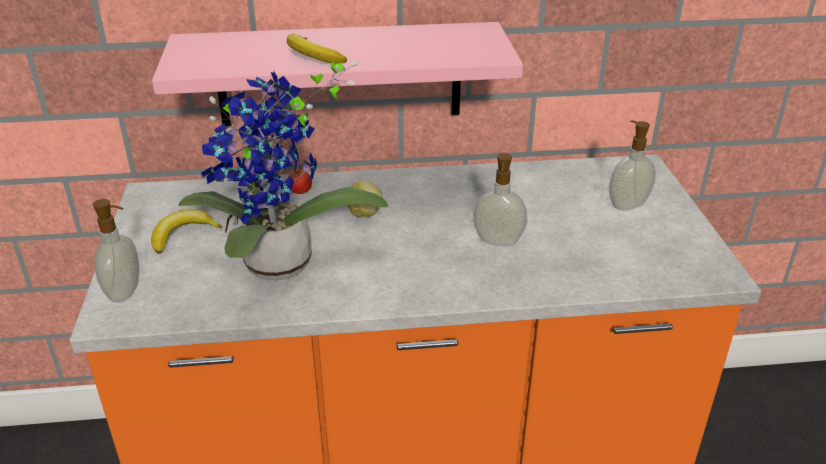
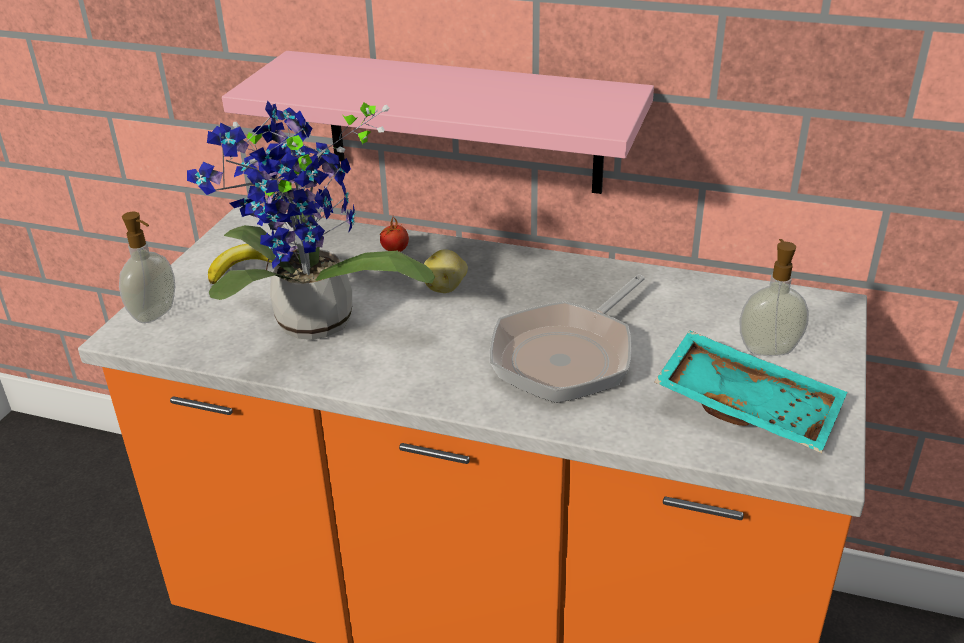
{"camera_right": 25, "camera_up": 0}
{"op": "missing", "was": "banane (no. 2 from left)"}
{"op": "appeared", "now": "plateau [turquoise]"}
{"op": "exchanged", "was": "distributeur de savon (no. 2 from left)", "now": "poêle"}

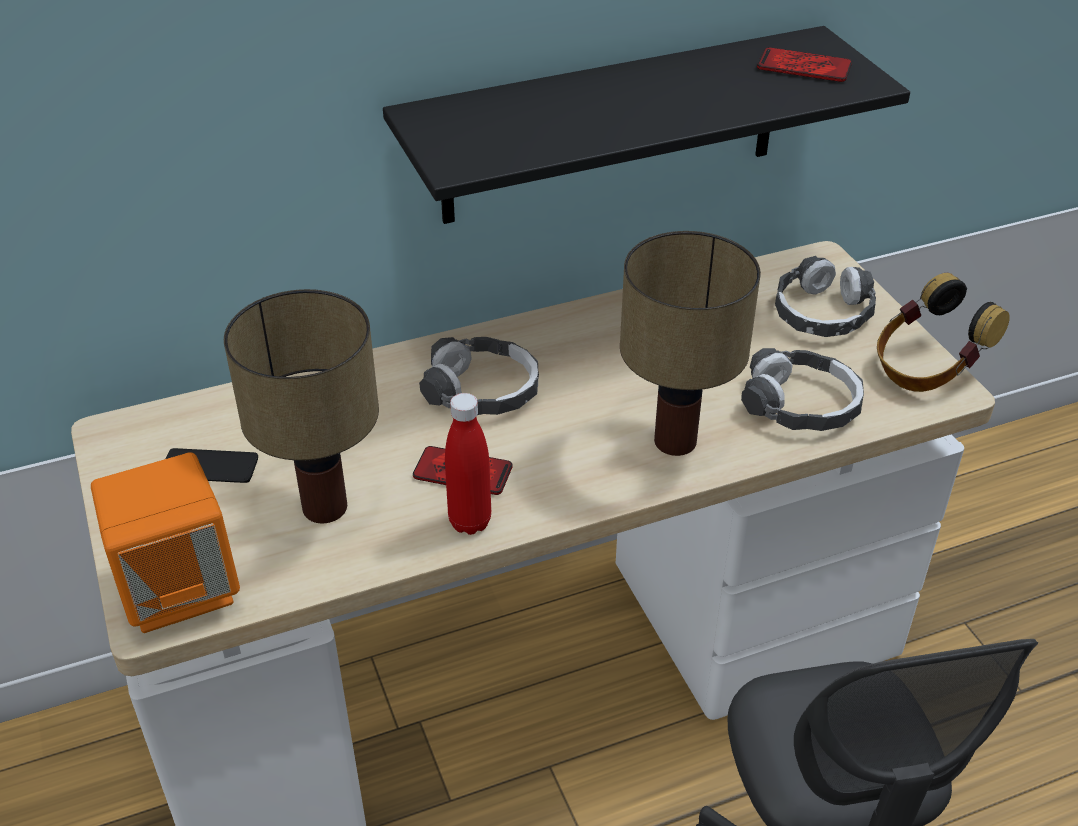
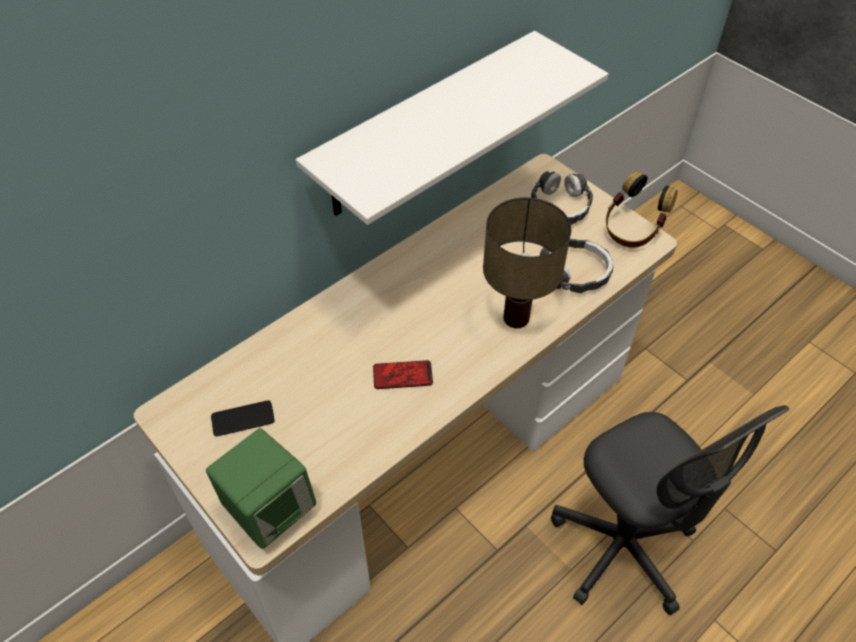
{"camera_right": -20, "camera_up": 10}
{"op": "missing", "was": "lampe de table (no. 1 from left)"}
{"op": "missing", "was": "casque audio (no. 1 from left)"}
{"op": "missing", "was": "bouteille [rouge]"}
{"op": "missing", "was": "téléphone (no. 3 from left)"}
{"op": "colour", "was": "enceinte [orange]", "now": "enceinte [vert]"}
{"op": "colour", "was": "étagère [noir]", "now": "étagère [blanc]"}

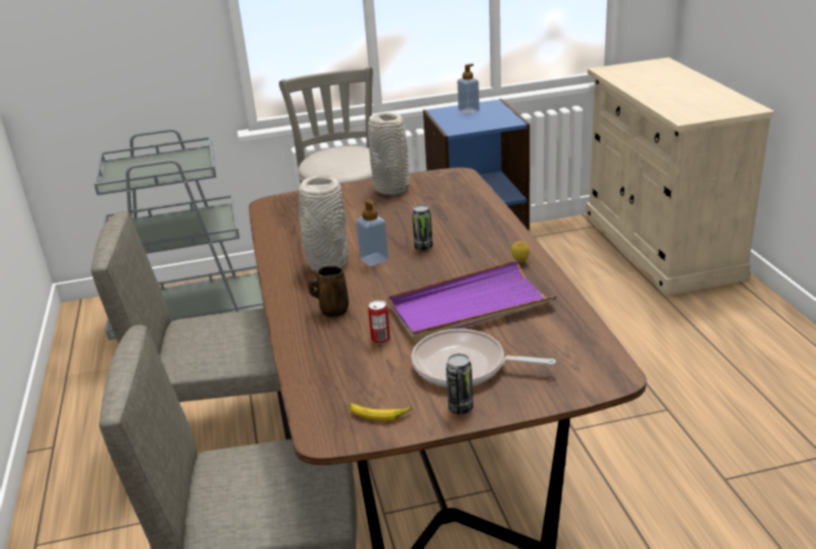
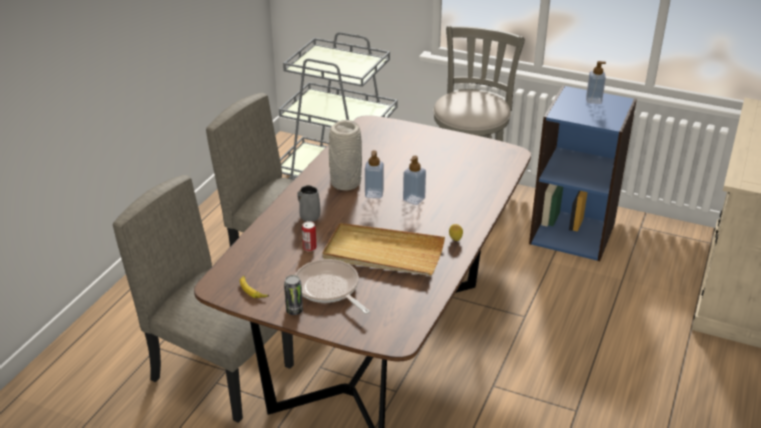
{"camera_right": 35, "camera_up": 5}
{"op": "missing", "was": "vase [gris] (no. 2 from left)"}
{"op": "exchanged", "was": "boîte métallique (no. 2 from left)", "now": "distributeur de savon (no. 2 from left)"}
{"op": "colour", "was": "mug [marron]", "now": "mug [gris]"}
{"op": "colour", "was": "plateau [violet]", "now": "plateau [beige]"}

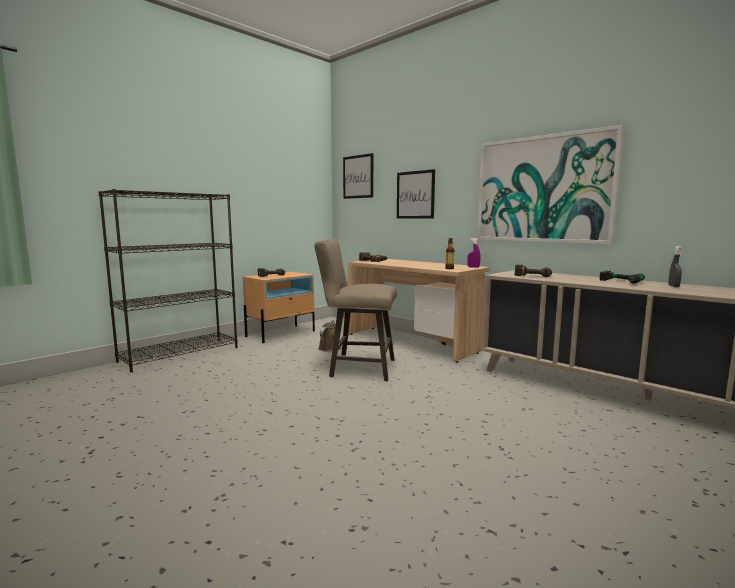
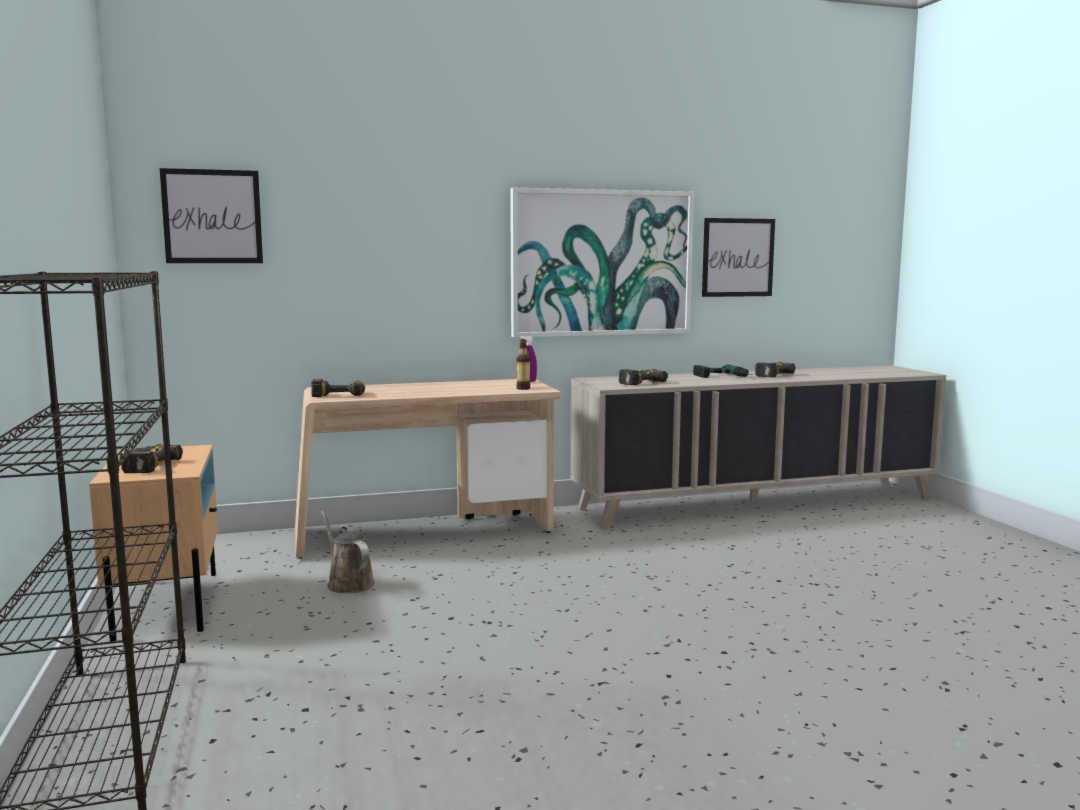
{"camera_right": -60, "camera_up": 0}
{"op": "missing", "was": "tabouret [beige]"}
{"op": "relocated", "was": "tableau (no. 2 from left in the first image)", "now": "tableau (no. 3 from left)"}
{"op": "exchanged", "was": "vaporisateur [gris]", "now": "perceuse (no. 5 from left)"}

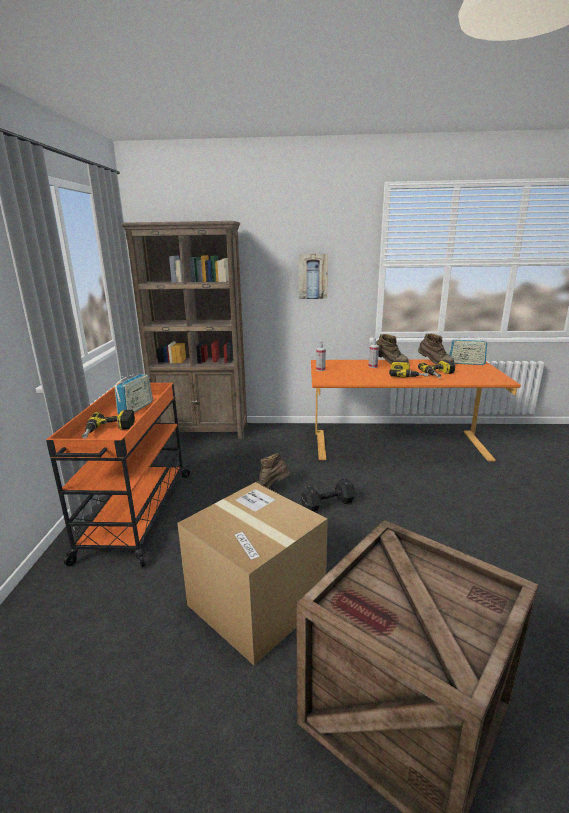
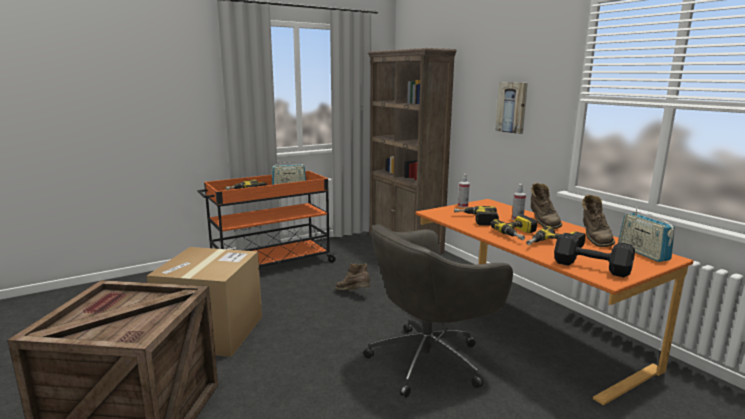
{"camera_right": 55, "camera_up": -5}
{"op": "appeared", "now": "chaise de bureau [gris]"}
{"op": "appeared", "now": "perceuse (no. 2 from left)"}
{"op": "relocated", "was": "haltère [noir]"}

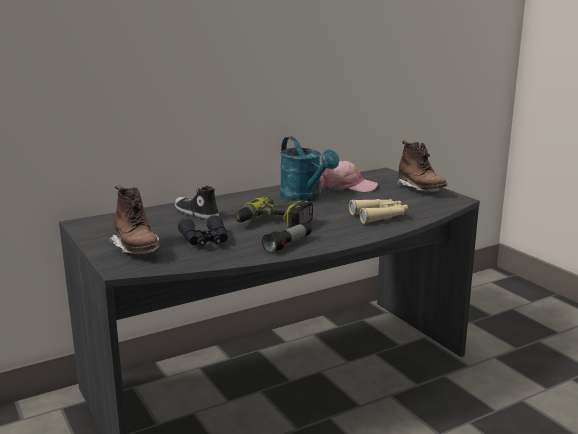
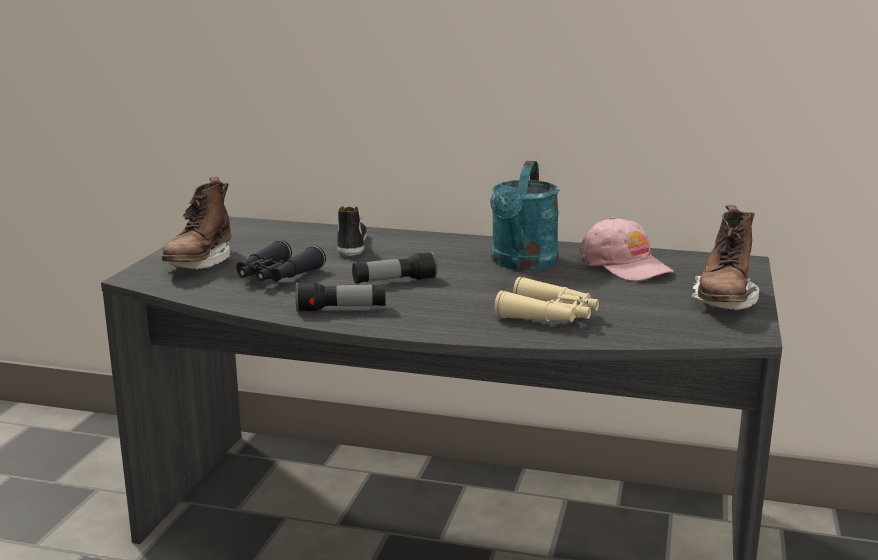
{"camera_right": 45, "camera_up": 0}
{"op": "exchanged", "was": "perceuse", "now": "lampe de poche (no. 2 from left)"}

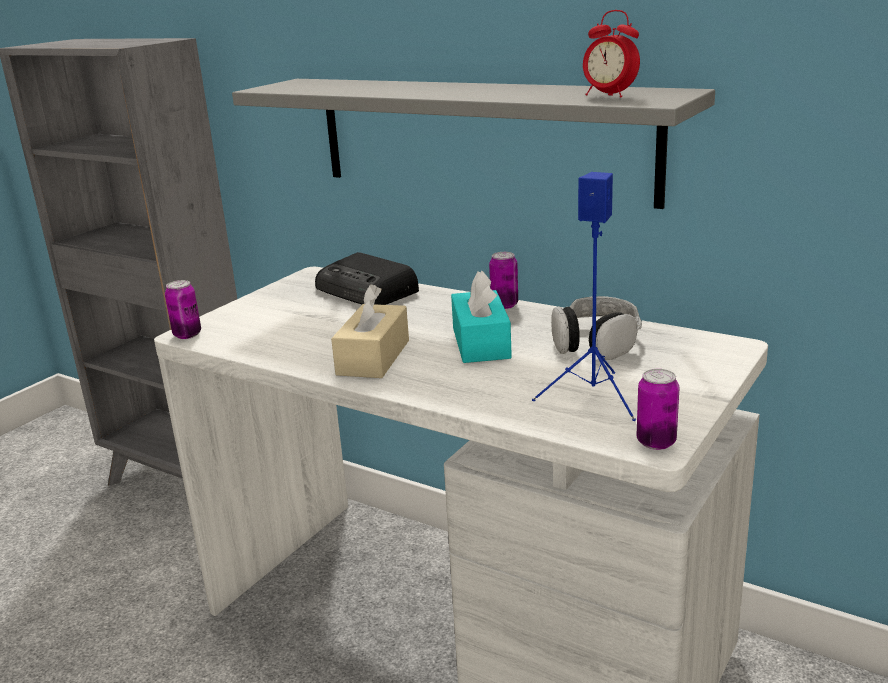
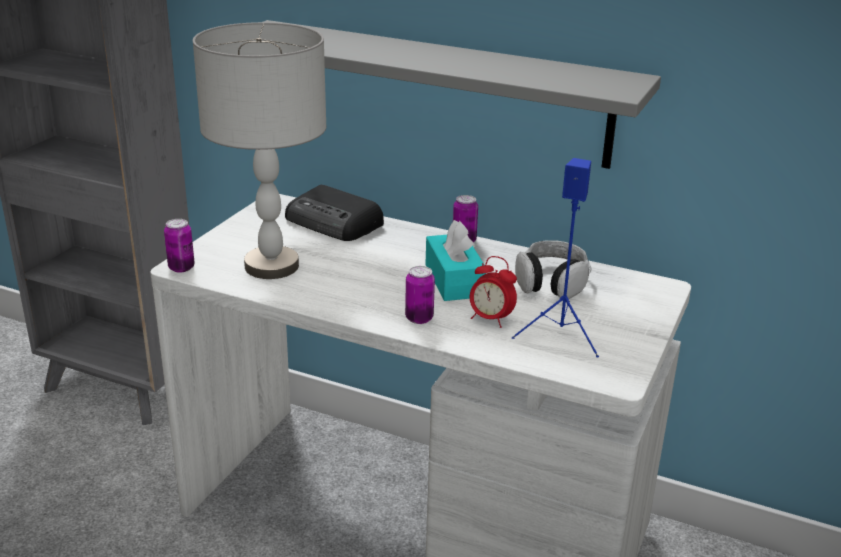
{"camera_right": -10, "camera_up": 5}
{"op": "missing", "was": "boîte à mouchoirs [beige]"}
{"op": "appeared", "now": "lampe de table [gris]"}
{"op": "relocated", "was": "réveil"}
{"op": "relocated", "was": "boîte métallique (no. 3 from left in the first image)", "now": "boîte métallique (no. 2 from left)"}

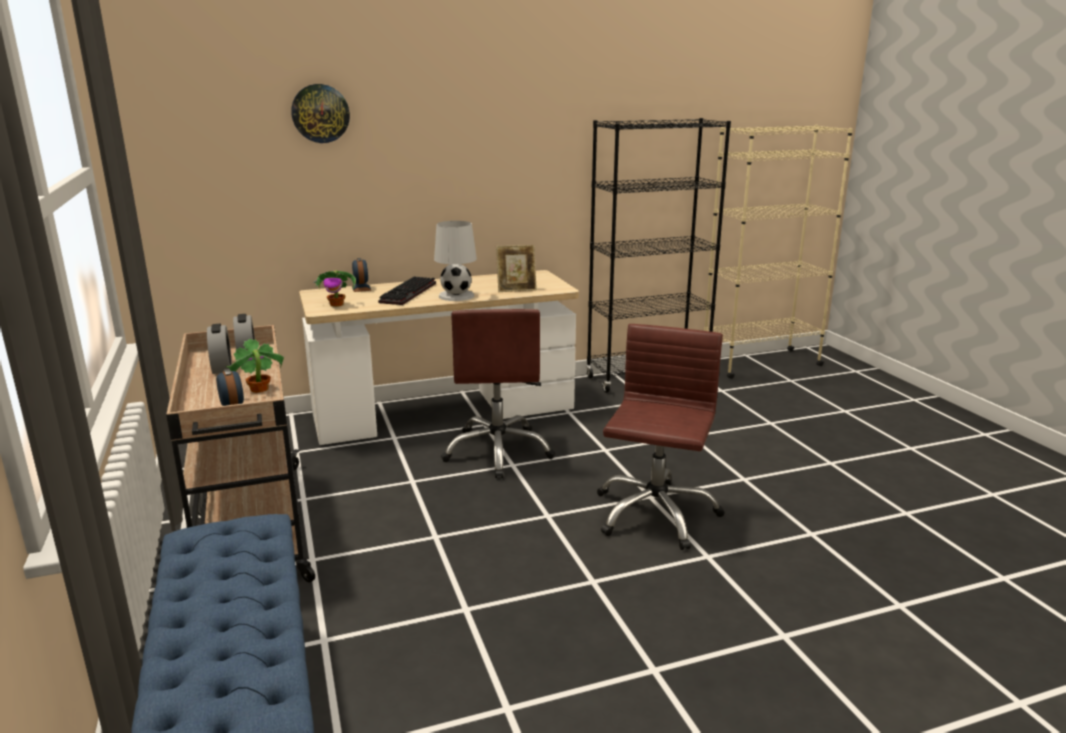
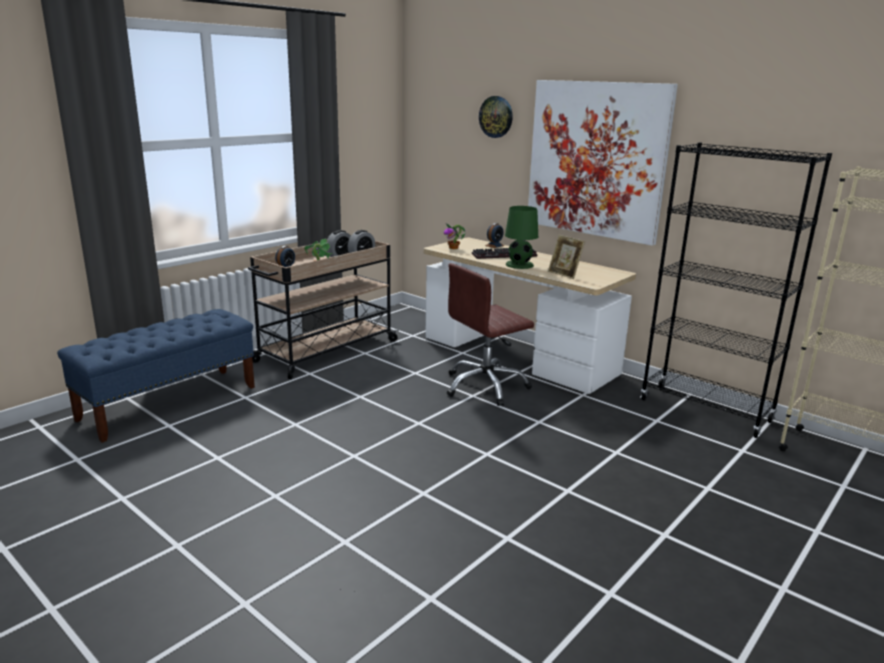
{"camera_right": 60, "camera_up": 0}
{"op": "missing", "was": "chaise de bureau [marron] (no. 2 from left)"}
{"op": "appeared", "now": "tableau"}
{"op": "colour", "was": "lampe de table [blanc]", "now": "lampe de table [vert]"}

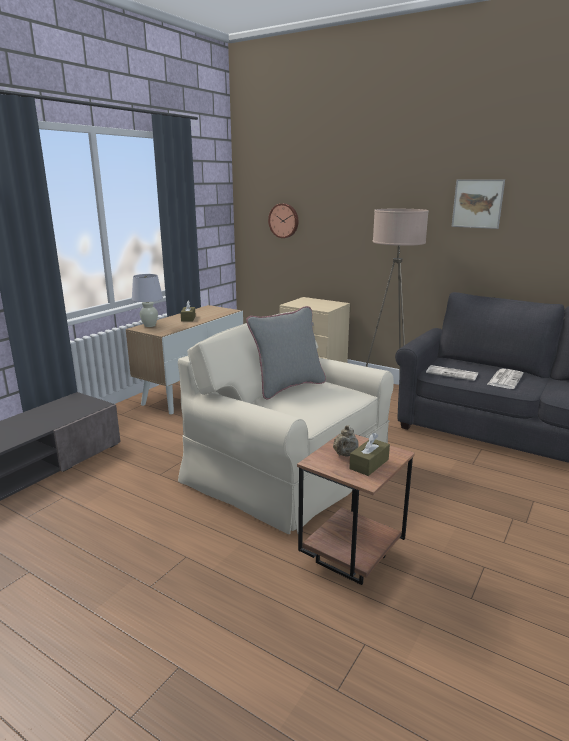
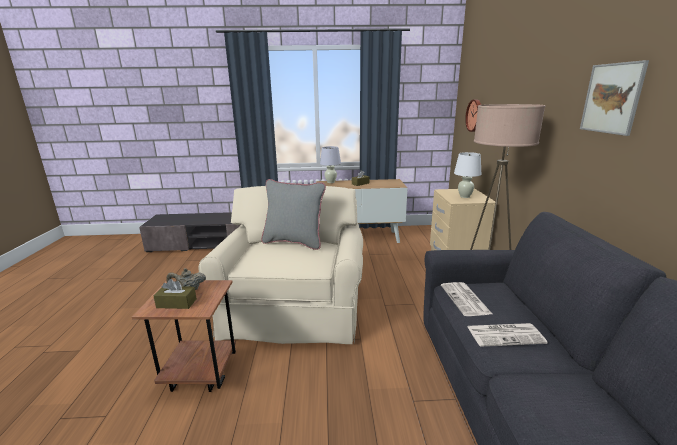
{"camera_right": 55, "camera_up": 0}
{"op": "appeared", "now": "lampe de table [blanc] (no. 2 from left)"}

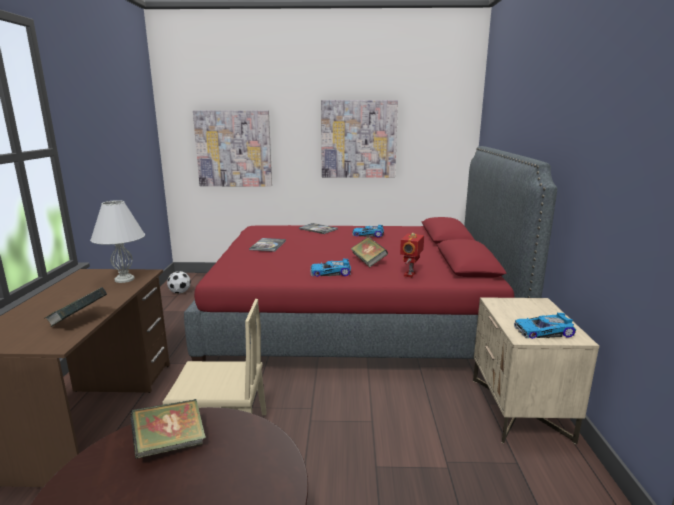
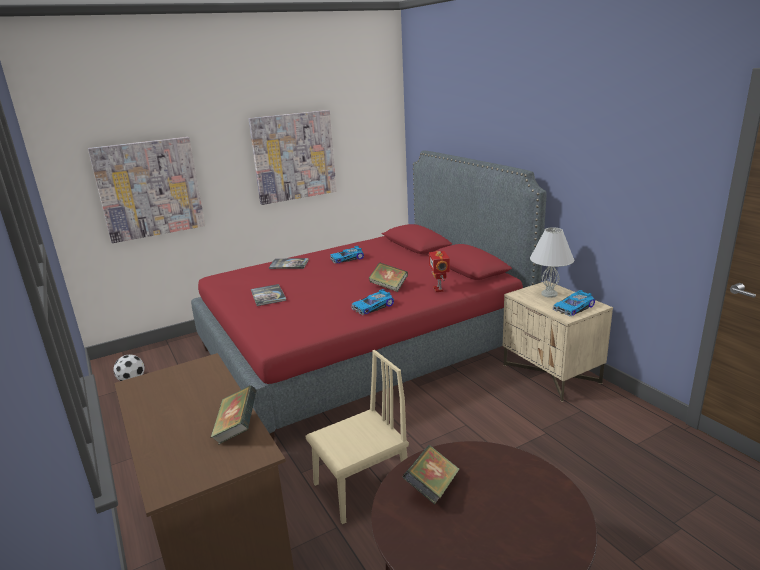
{"camera_right": -30, "camera_up": 5}
{"op": "relocated", "was": "lampe de table [blanc]"}

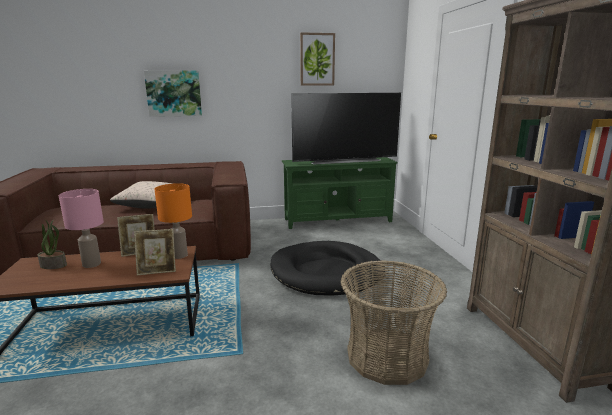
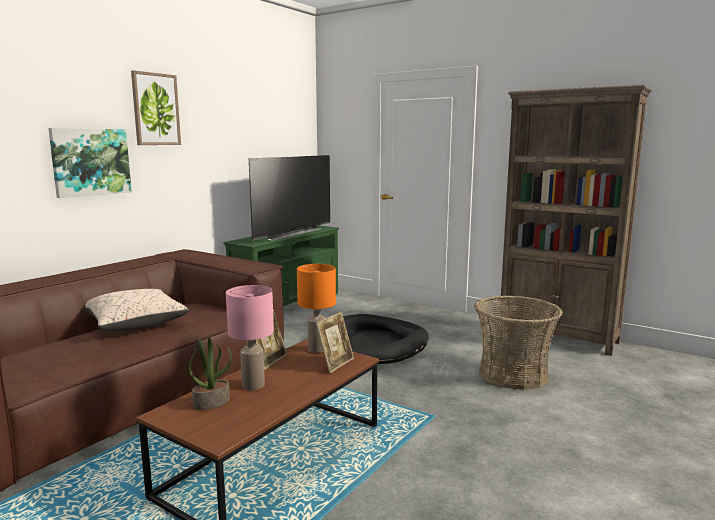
{"camera_right": -45, "camera_up": -5}
{"op": "relocated", "was": "tableau (no. 2 from left)"}

